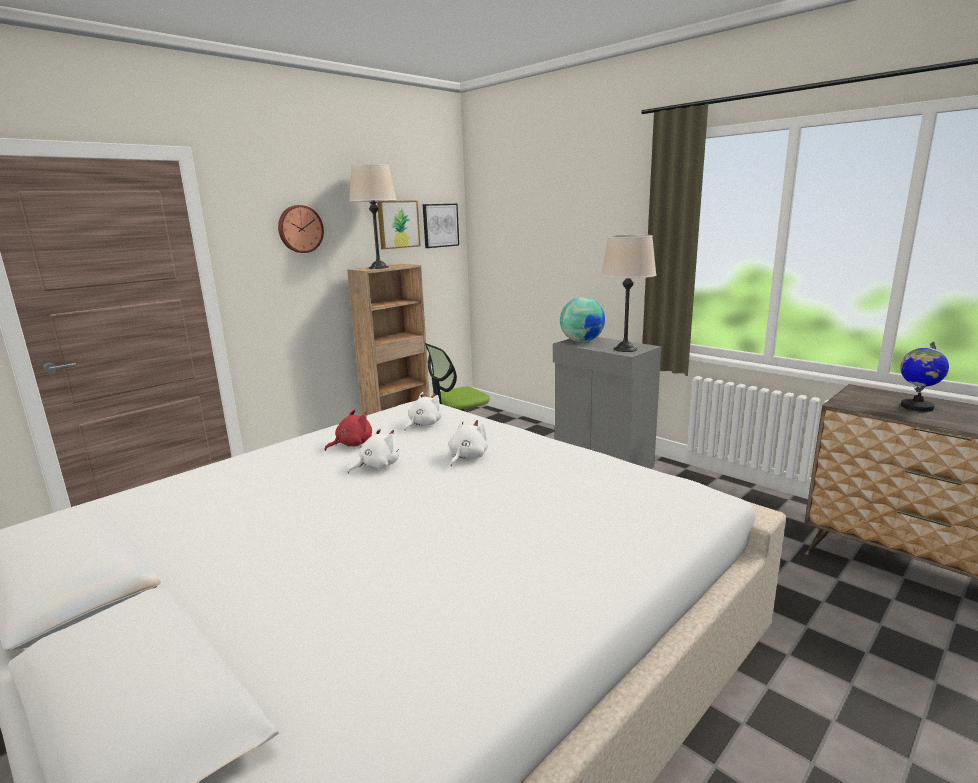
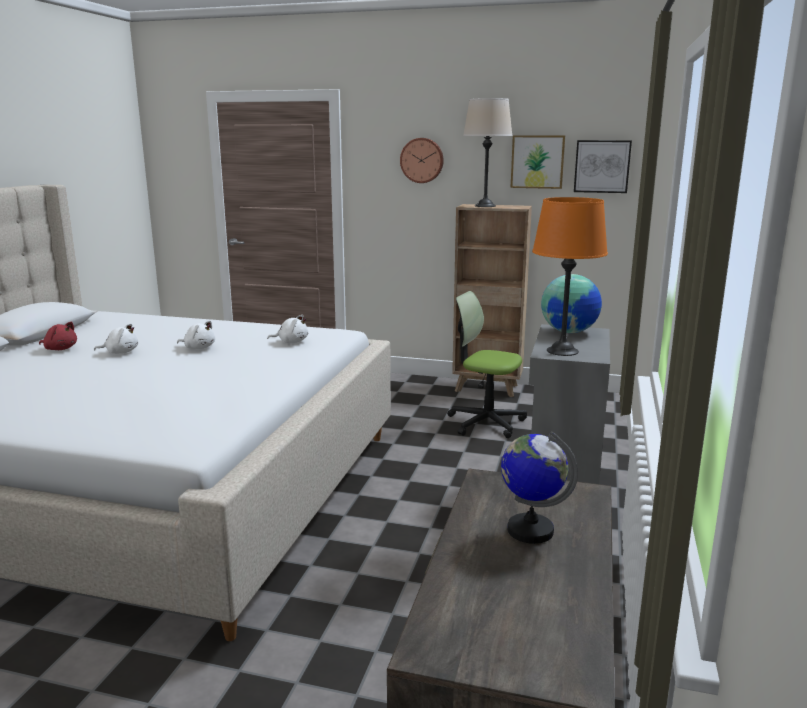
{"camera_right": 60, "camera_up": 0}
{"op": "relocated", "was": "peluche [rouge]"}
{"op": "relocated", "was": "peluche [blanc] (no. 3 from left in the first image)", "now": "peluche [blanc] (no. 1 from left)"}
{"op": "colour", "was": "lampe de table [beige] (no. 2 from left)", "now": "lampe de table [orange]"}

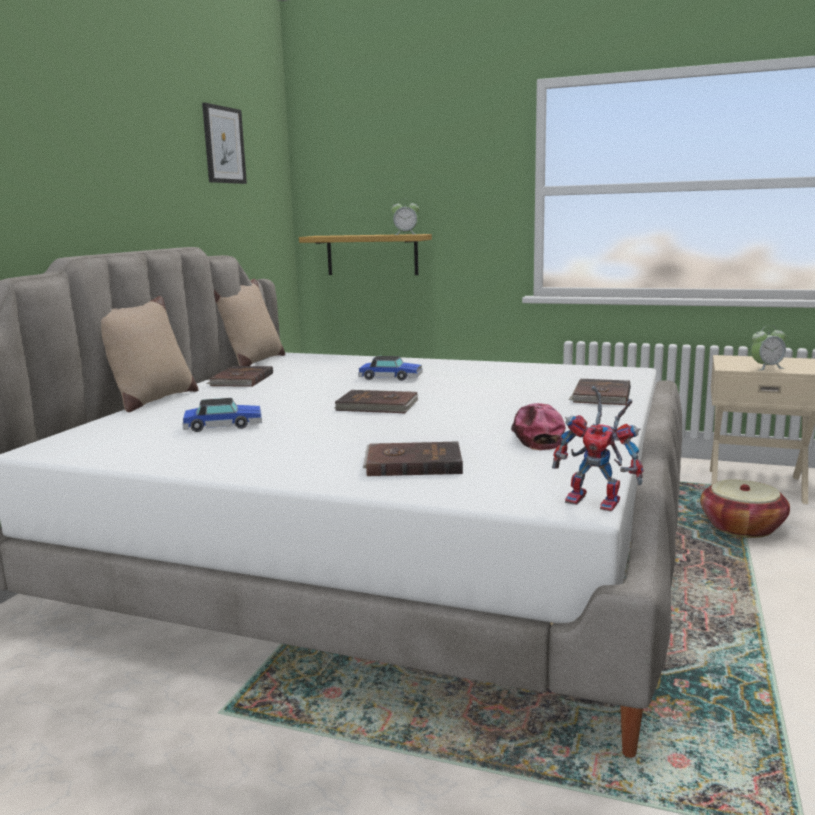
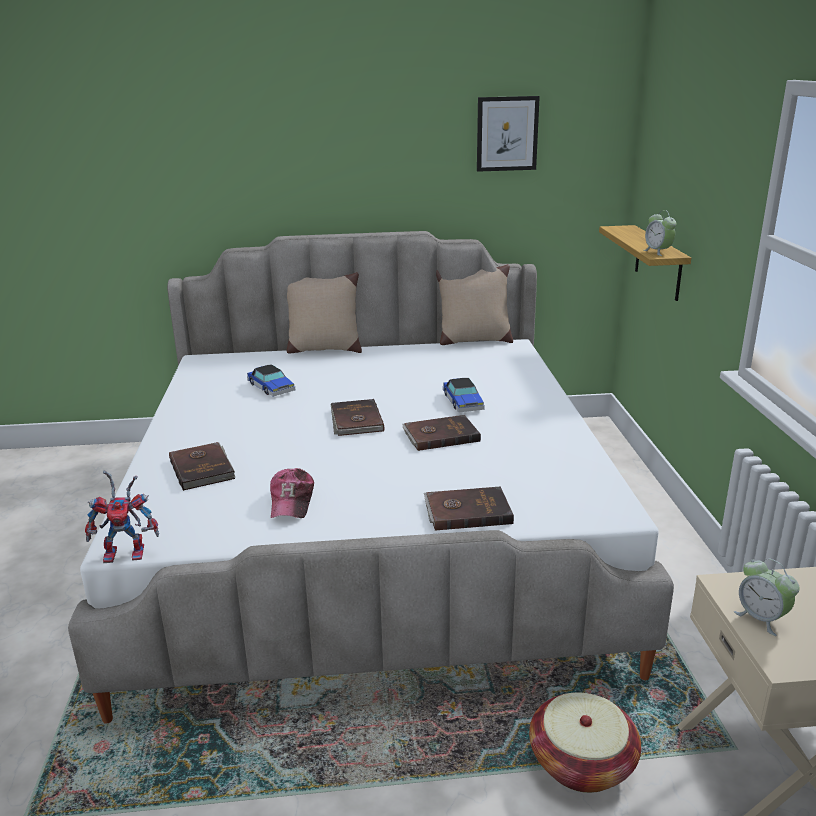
{"camera_right": 65, "camera_up": 10}
{"op": "relocated", "was": "livre [marron] (no. 1 from left in the first image)", "now": "livre [marron] (no. 3 from left)"}
{"op": "spun", "was": "casquette", "clockwise": 120}
{"op": "spun", "was": "robot jouet", "clockwise": -105}

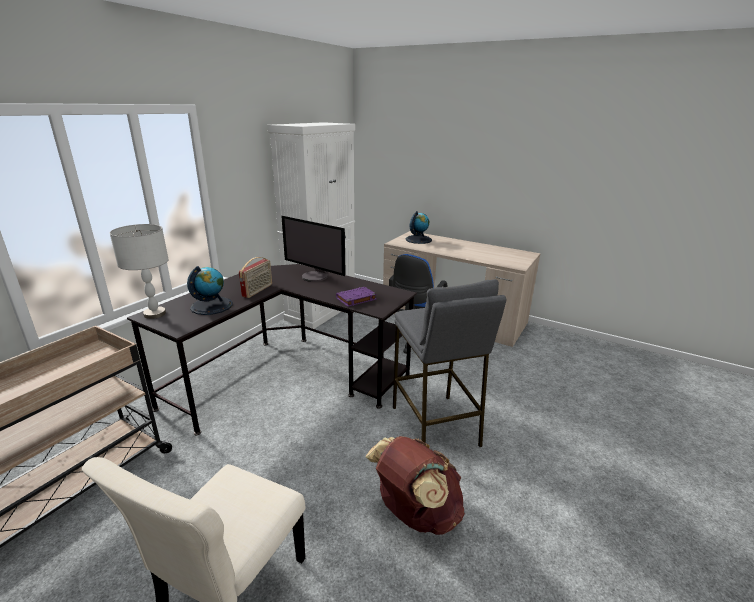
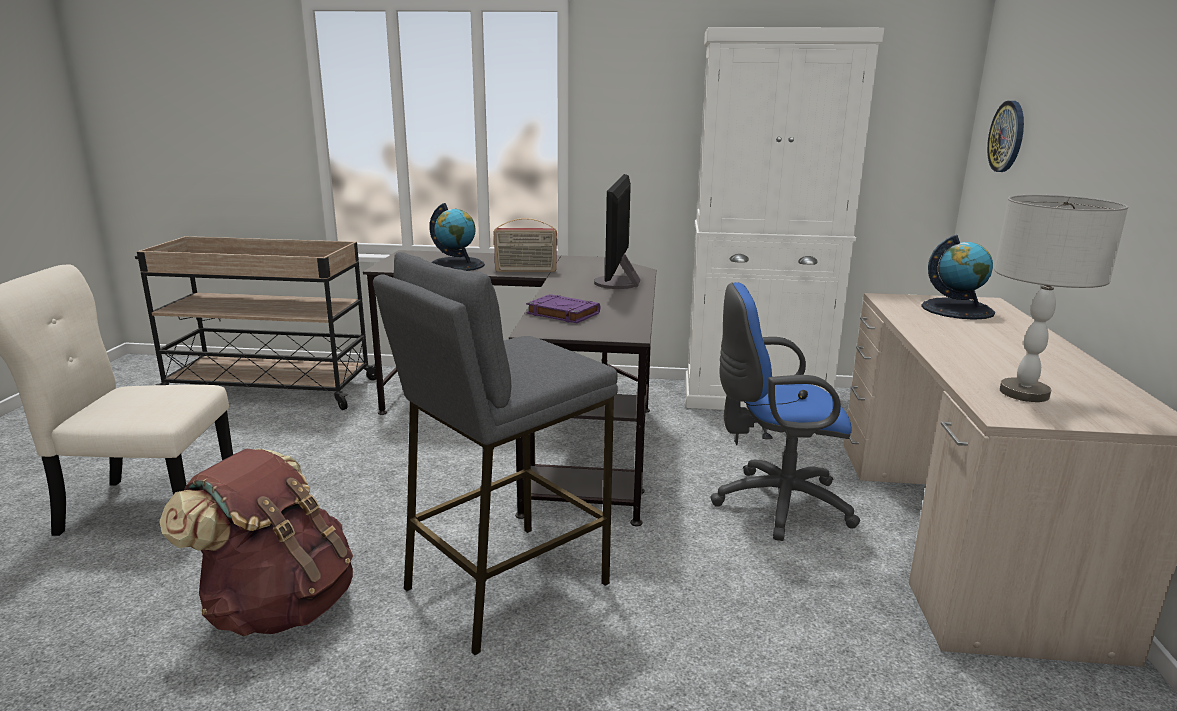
{"camera_right": 65, "camera_up": -5}
{"op": "appeared", "now": "horloge murale"}
{"op": "relocated", "was": "lampe de table [gris]"}

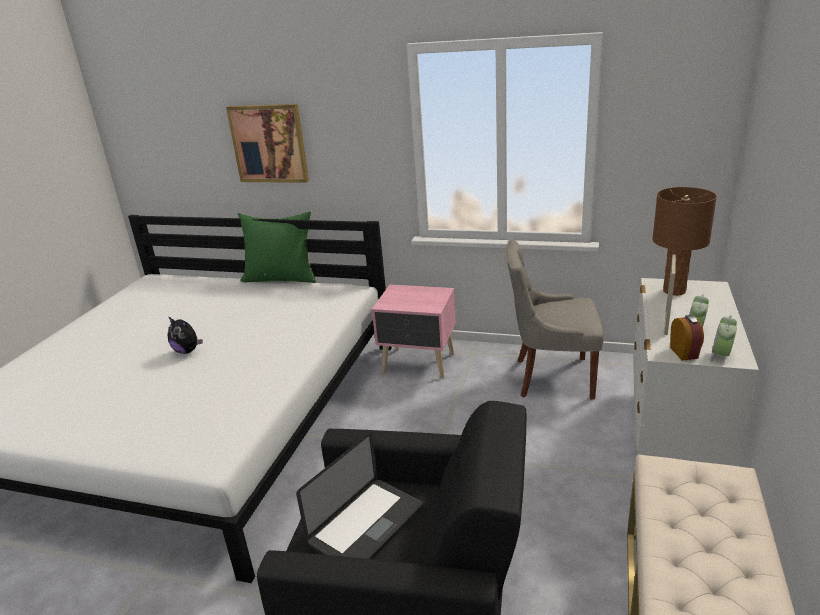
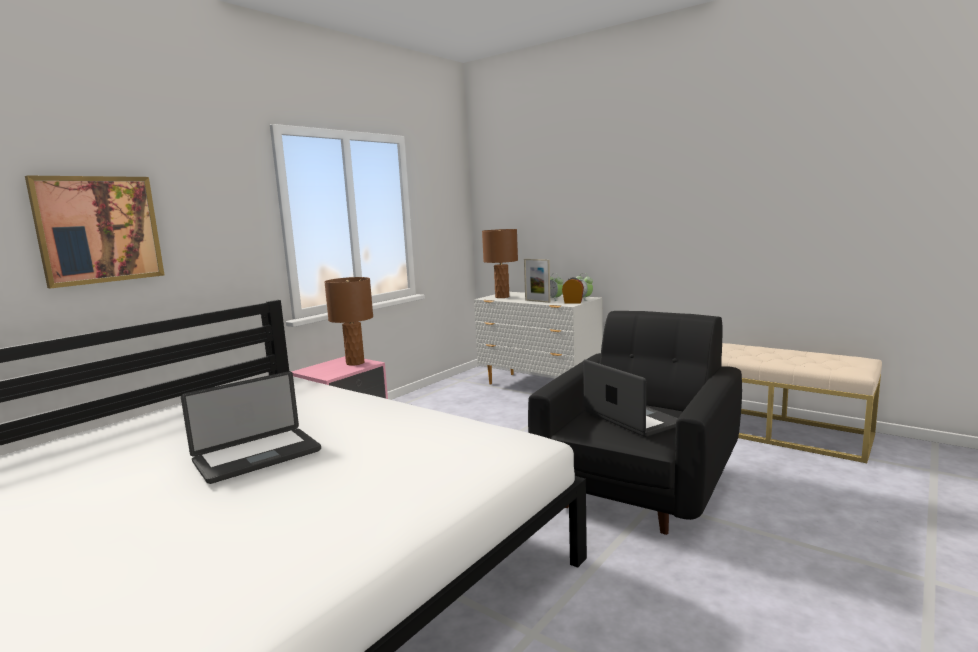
{"camera_right": -70, "camera_up": -15}
{"op": "missing", "was": "coussin [vert]"}
{"op": "missing", "was": "chaise [gris]"}
{"op": "appeared", "now": "lampe de table [marron] (no. 1 from left)"}
{"op": "exchanged", "was": "peluche", "now": "ordinateur portable (no. 1 from left)"}

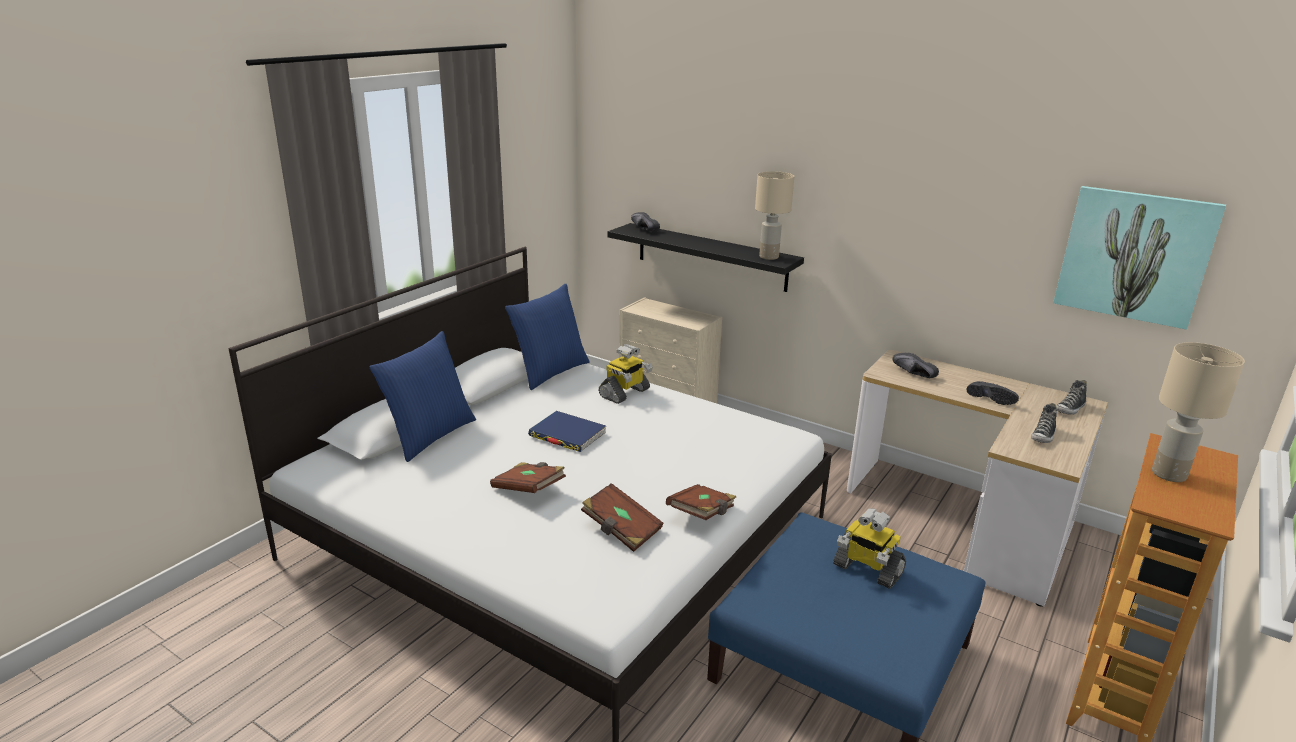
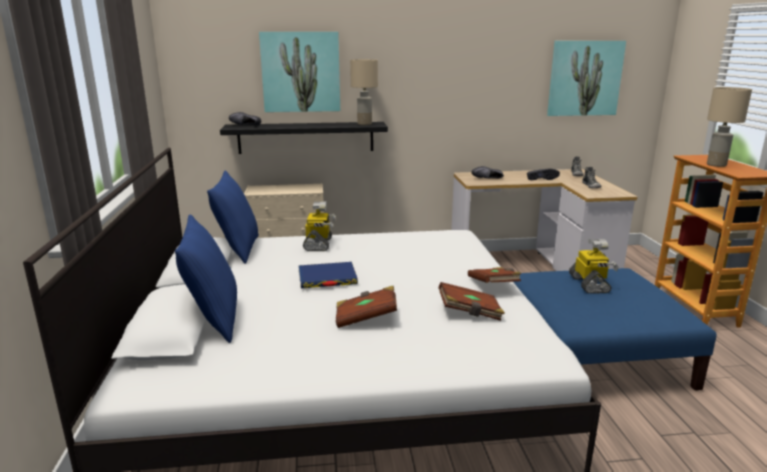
{"camera_right": -40, "camera_up": -5}
{"op": "appeared", "now": "tableau (no. 1 from left)"}
{"op": "spun", "was": "robot jouet (no. 2 from left)", "clockwise": -90}

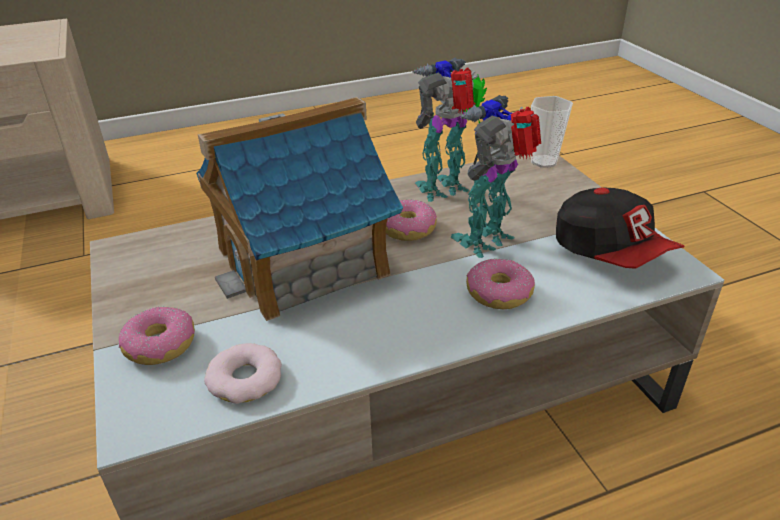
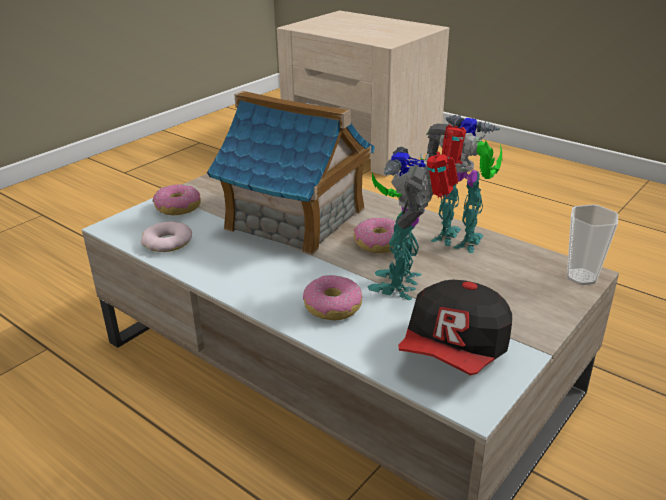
{"camera_right": 60, "camera_up": -5}
{"op": "spun", "was": "robot jouet (no. 2 from left in the first image)", "clockwise": -90}

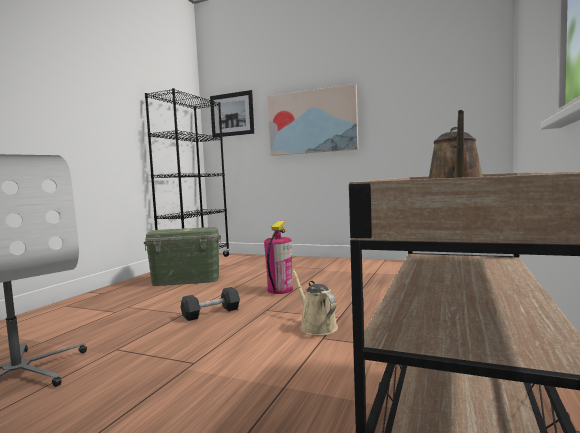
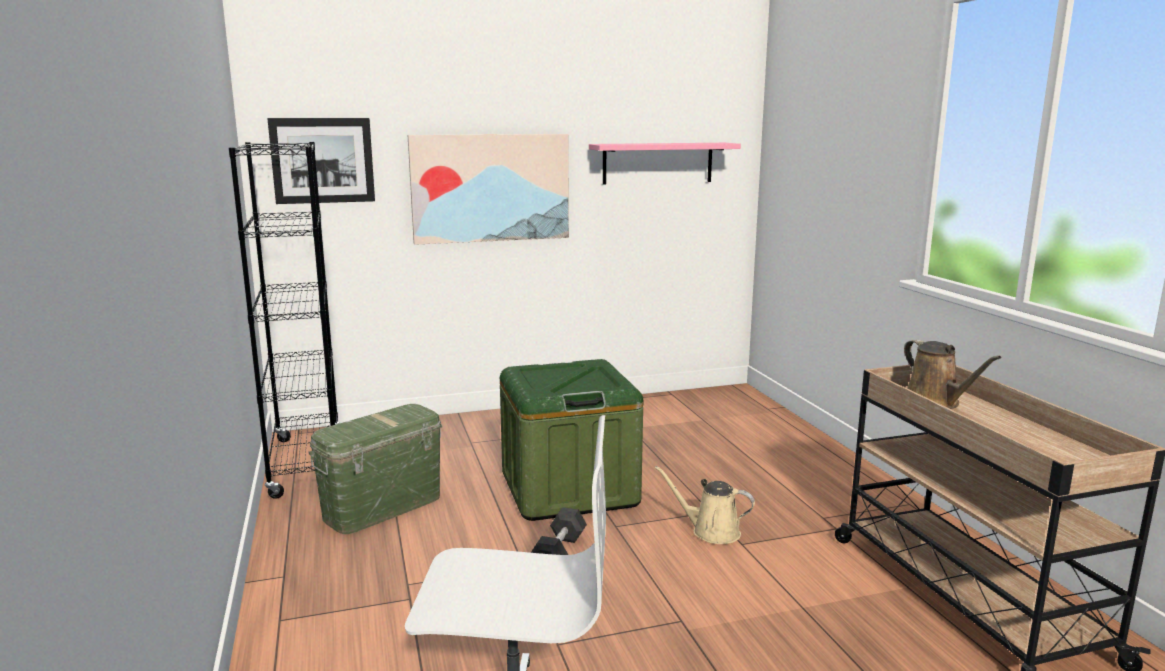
{"camera_right": -40, "camera_up": 10}
{"op": "appeared", "now": "étagère [rose]"}
{"op": "exchanged", "was": "extincteur", "now": "boîte de rangement [vert] (no. 2 from left)"}

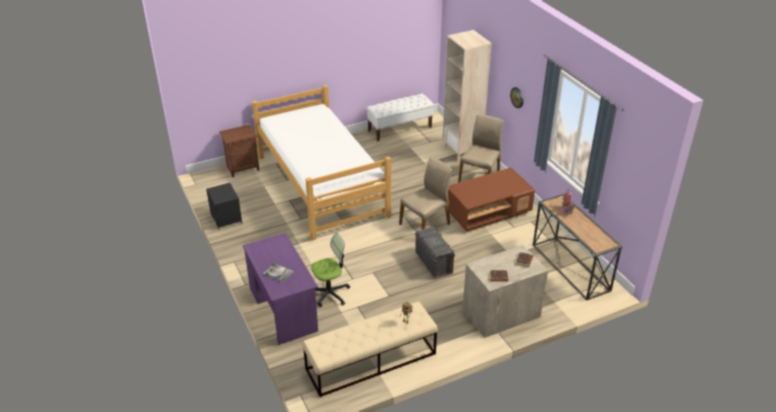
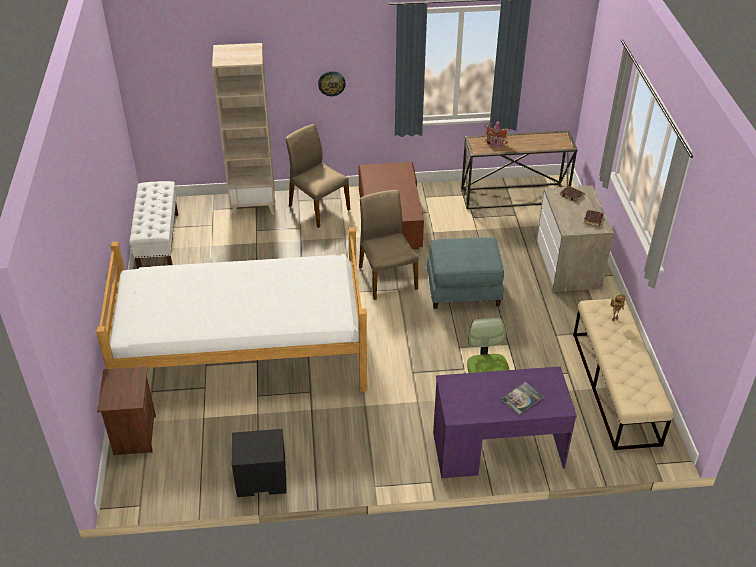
{"camera_right": -70, "camera_up": 5}
{"op": "exchanged", "was": "boîte de rangement [gris]", "now": "pouf [bleu]"}

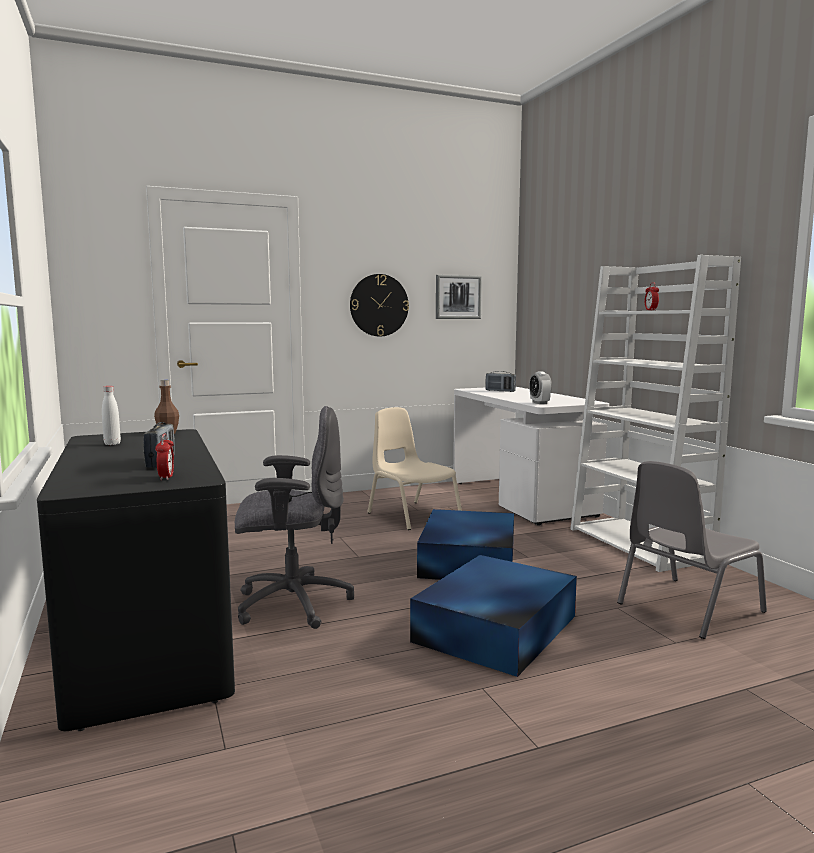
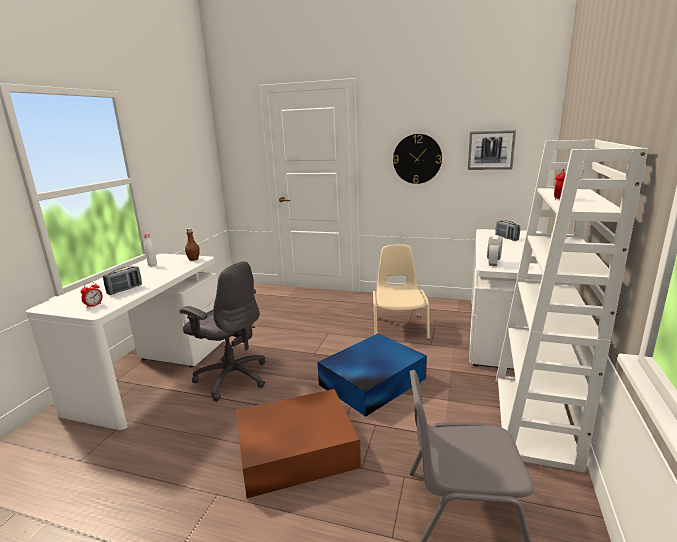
{"camera_right": 40, "camera_up": 10}
{"op": "colour", "was": "bureau [noir]", "now": "bureau [blanc] (no. 1 from left)"}
{"op": "colour", "was": "boîte de rangement [bleu] (no. 2 from left)", "now": "boîte de rangement [marron]"}

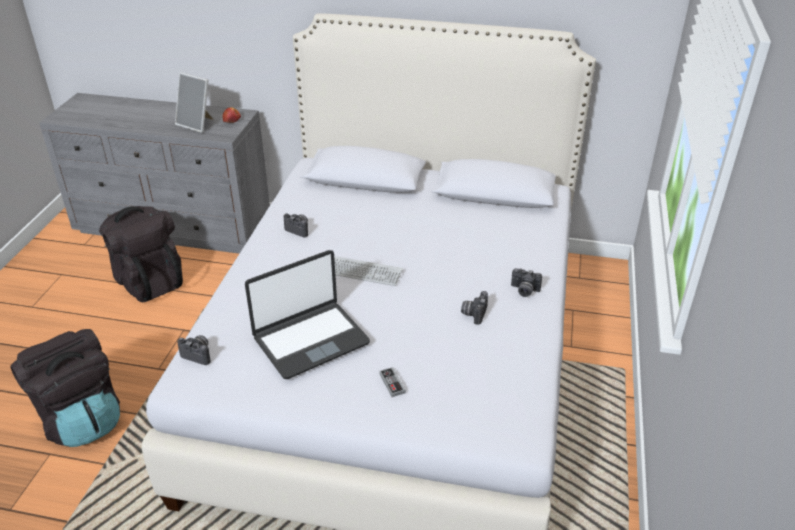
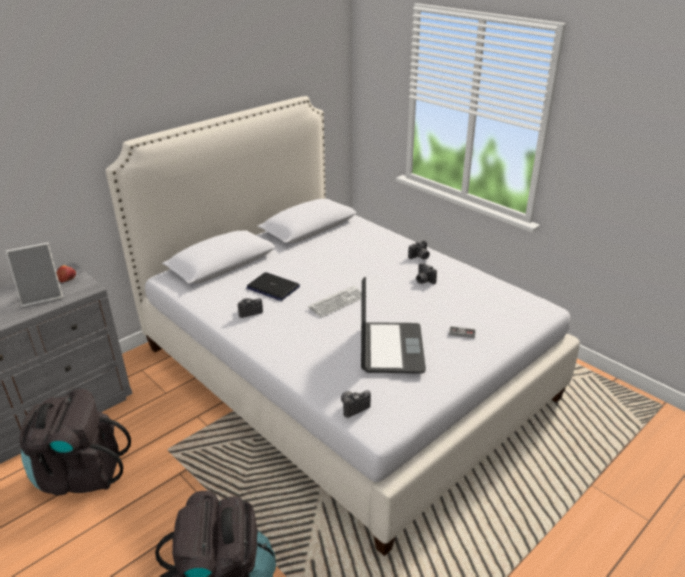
{"camera_right": -55, "camera_up": -5}
{"op": "appeared", "now": "ordinateur portable (no. 1 from left)"}

